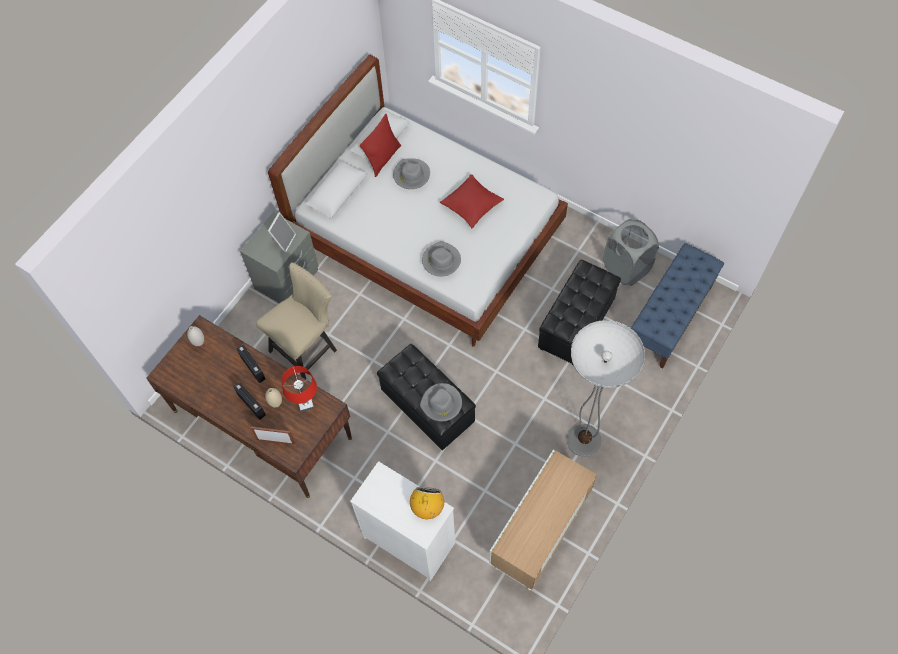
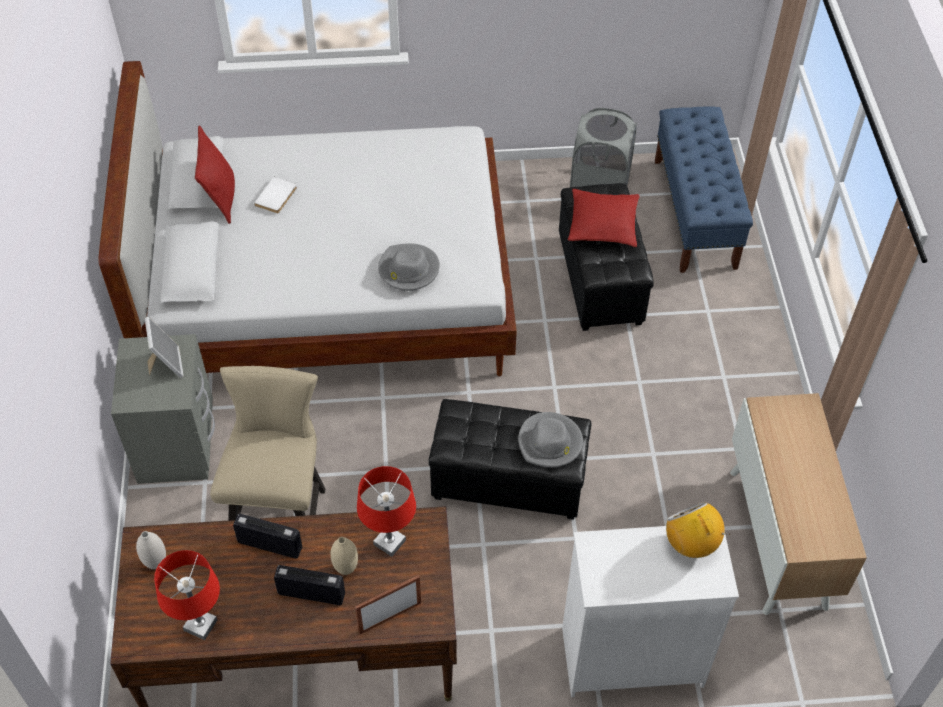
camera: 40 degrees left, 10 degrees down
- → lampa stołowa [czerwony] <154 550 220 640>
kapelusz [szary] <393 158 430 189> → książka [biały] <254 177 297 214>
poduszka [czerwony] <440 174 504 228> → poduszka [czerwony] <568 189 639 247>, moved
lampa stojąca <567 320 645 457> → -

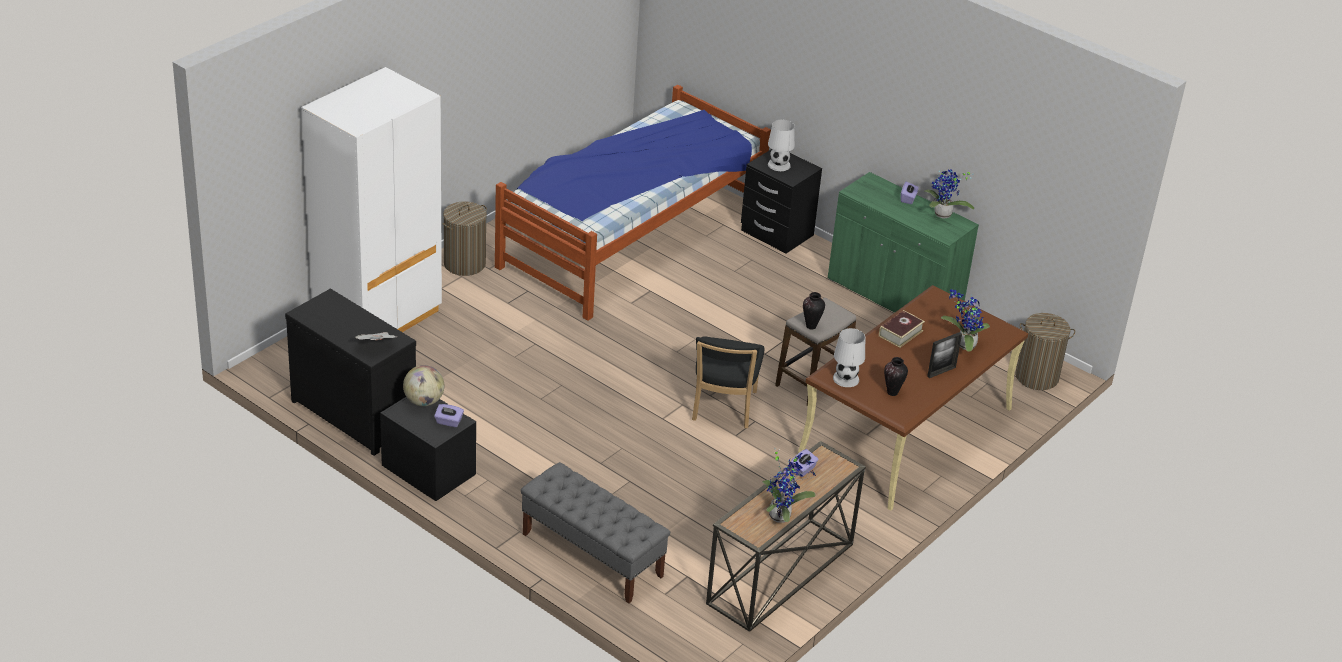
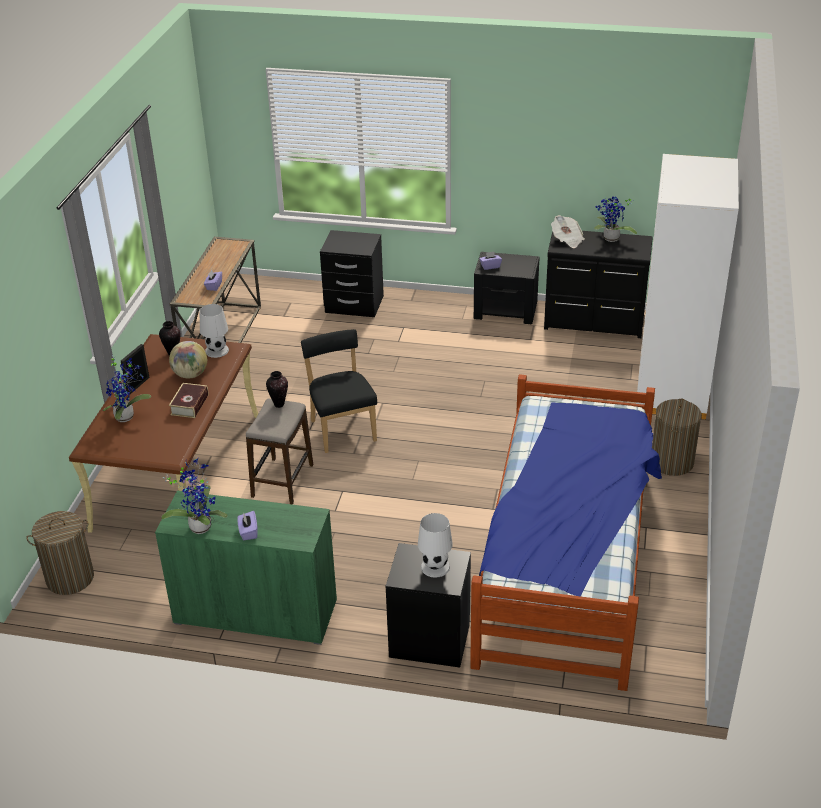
camera: 155 degrees right, 0 degrees up
globus <403 365 444 406> → globus <169 341 207 379>, moved
ławka [szary] <521 462 670 604> → szafka nocna [czarny] <320 230 384 317>
roślina doniczkowa <762 448 816 523> → roślina doniczkowa <594 196 637 242>, moved

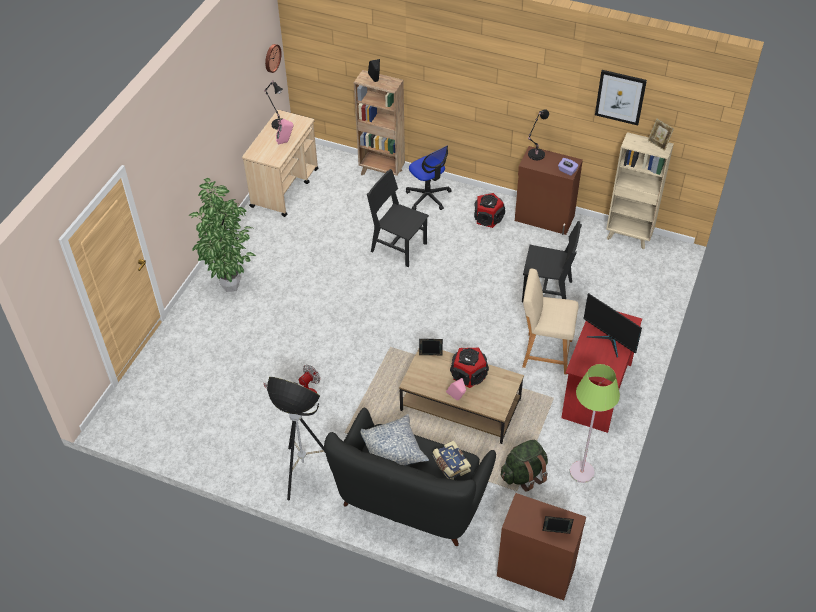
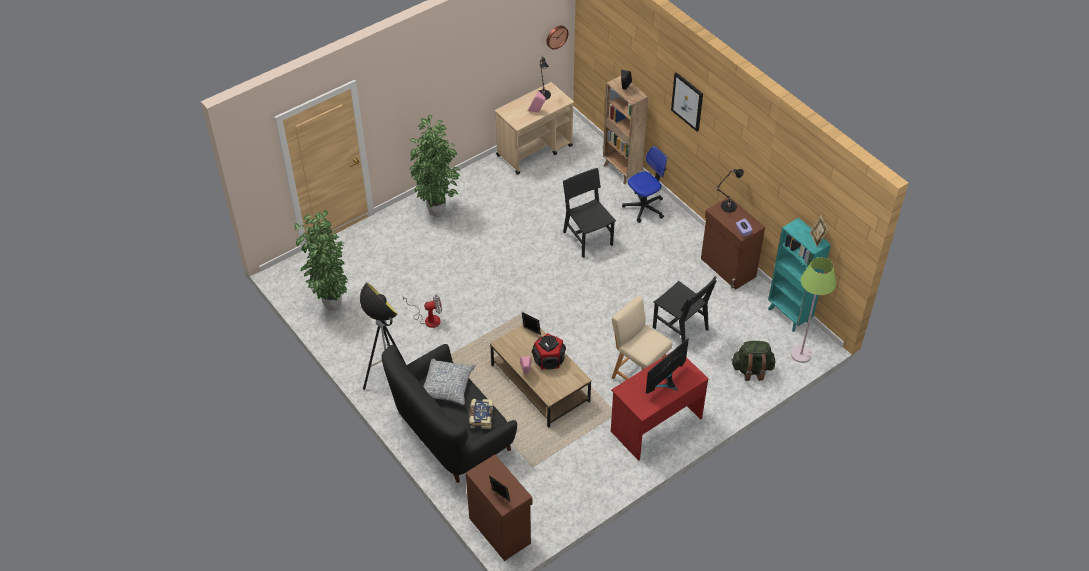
camera: 30 degrees right, 0 degrees up
- → roślina doniczkowa <294 210 348 311>
krzesło biurowe <406 145 452 210> → krzesło biurowe <622 146 667 223>, 120 degrees counterclockwise
monitor <583 293 642 357> → monitor <646 338 689 394>, 60 degrees clockwise
obraz <595 70 647 126> → obraz <671 72 703 131>, moved
plecak [zielony] <501 440 548 492> → plecak [zielony] <731 341 776 381>, moved
regał [beżowy] <606 132 674 249> → regał [turkusowy] <768 218 831 332>
lampa stojąca [zielony] <570 364 620 483> → lampa stojąca [zielony] <791 257 836 363>, moved
głośnik <474 193 505 228> → -

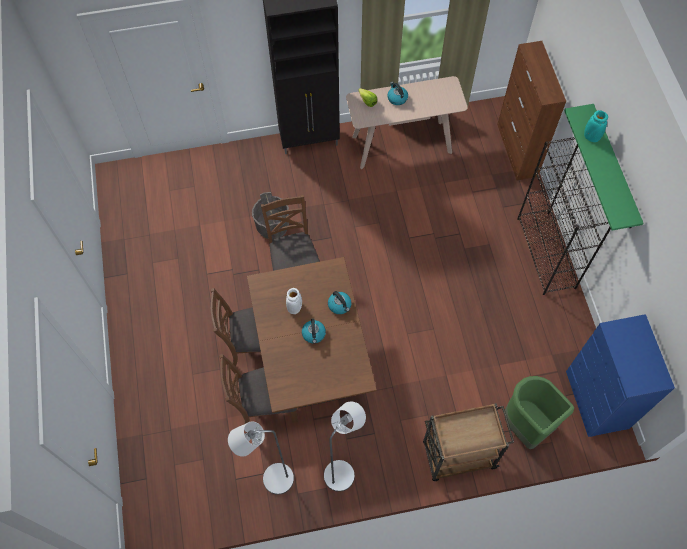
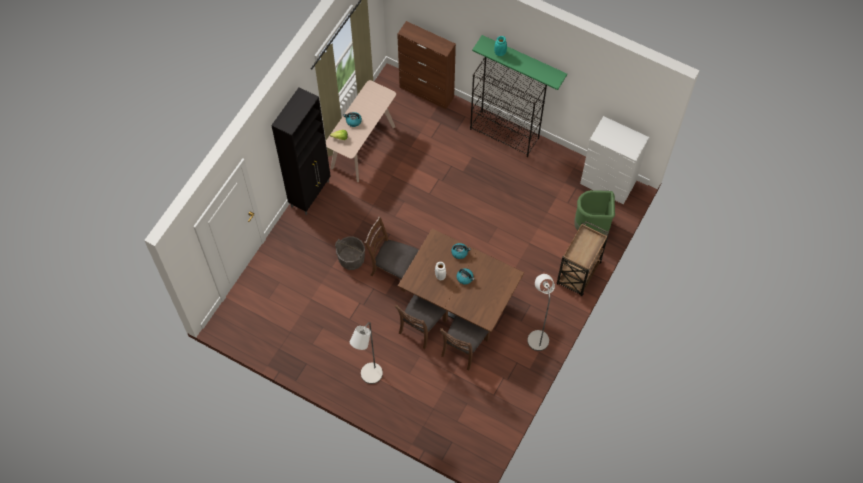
camera: 50 degrees left, 0 degrees up
lampa stojąca [szary] <228 422 294 495> → lampa stojąca [szary] <350 322 383 384>, moved
komoda [niebieski] <566 314 675 437> → komoda [biały] <580 116 649 204>

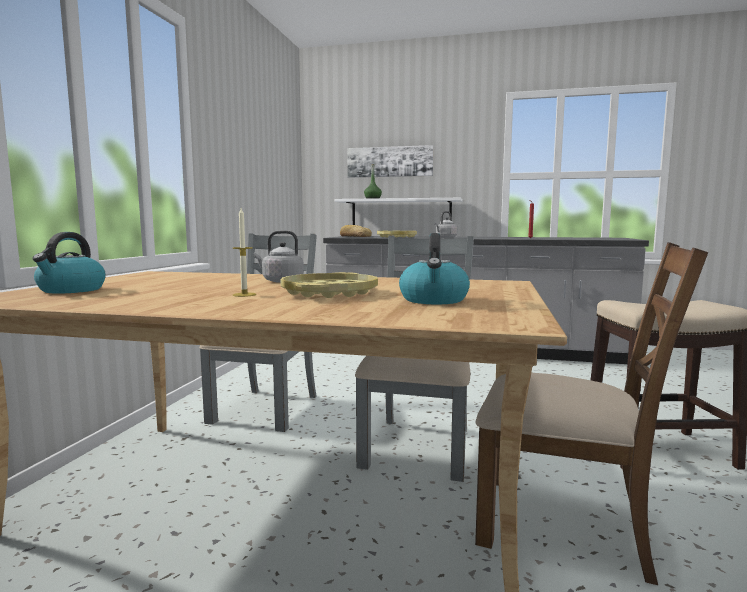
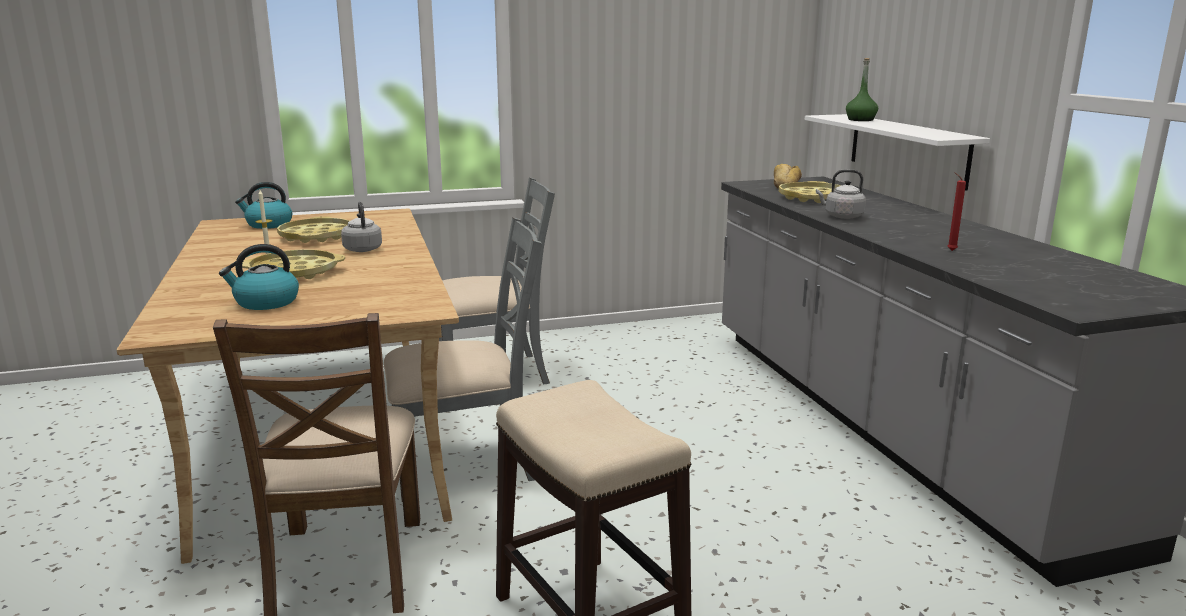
camera: 60 degrees right, 10 degrees up
- → taca [żółty] <277 216 350 243>
obraz <347 145 433 178> → -

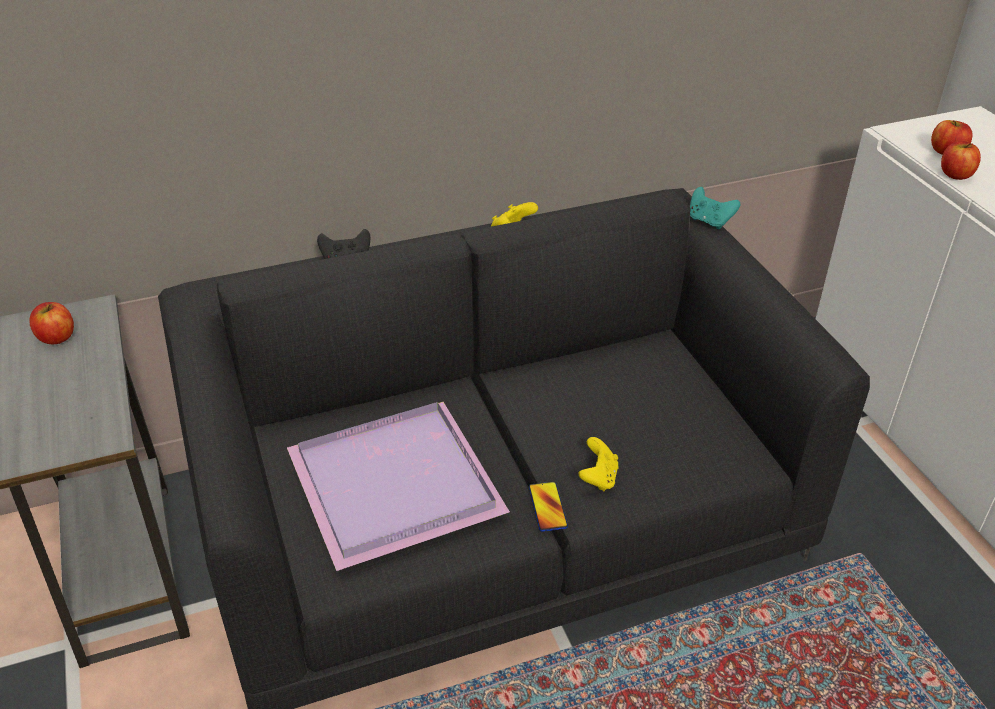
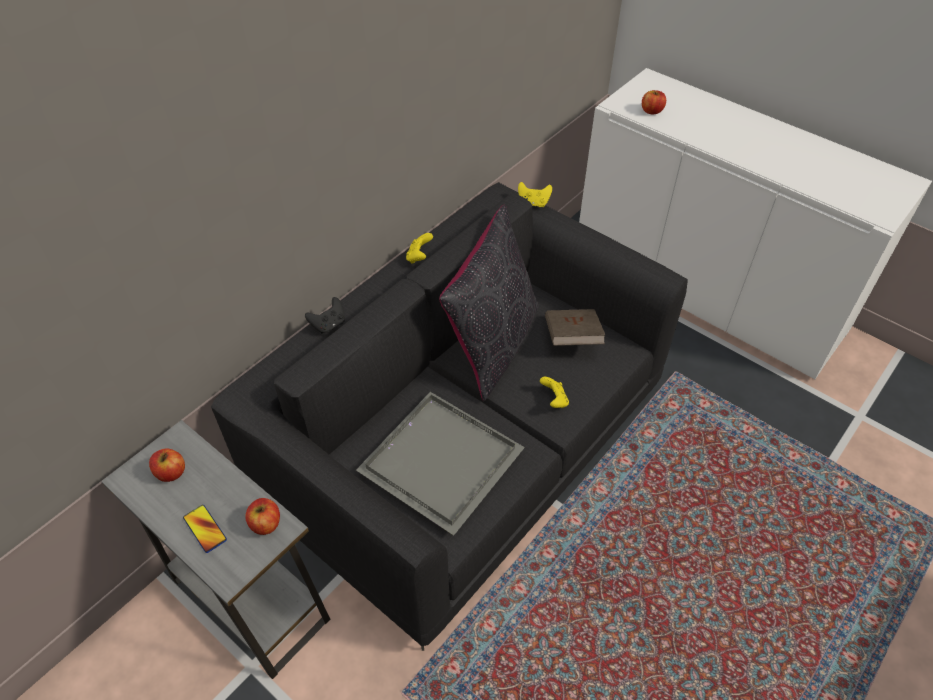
camera: 30 degrees left, 10 degrees up
telefon <529 482 568 532> → telefon <183 505 227 553>, moved
jabłko <941 141 981 180> → jabłko <245 498 280 535>, moved
taca [fioletowy] <287 402 510 571> → taca [szary] <356 392 525 535>
- → poduszka [czarny] <439 205 539 401>
pad do gier [turkusowy] <690 187 740 229> → pad do gier [żółty] <518 182 552 207>
- → książka [brązowy] <545 309 605 346>

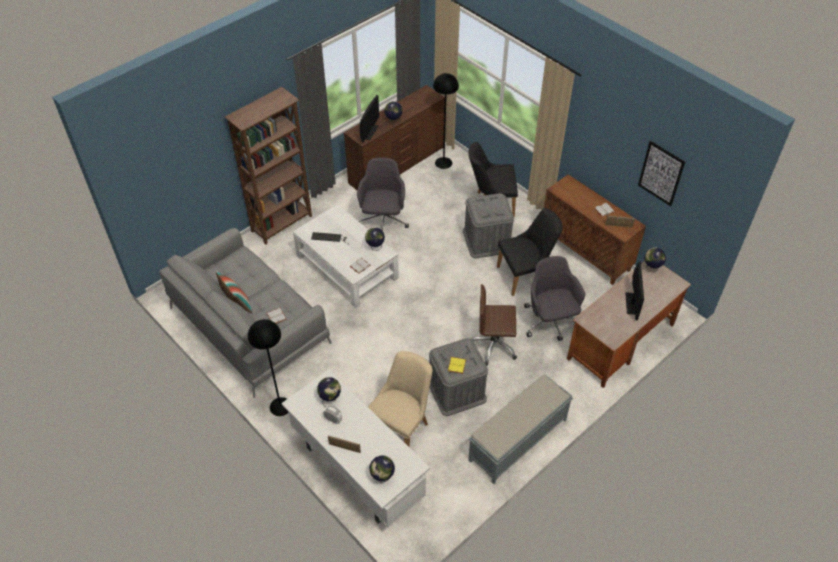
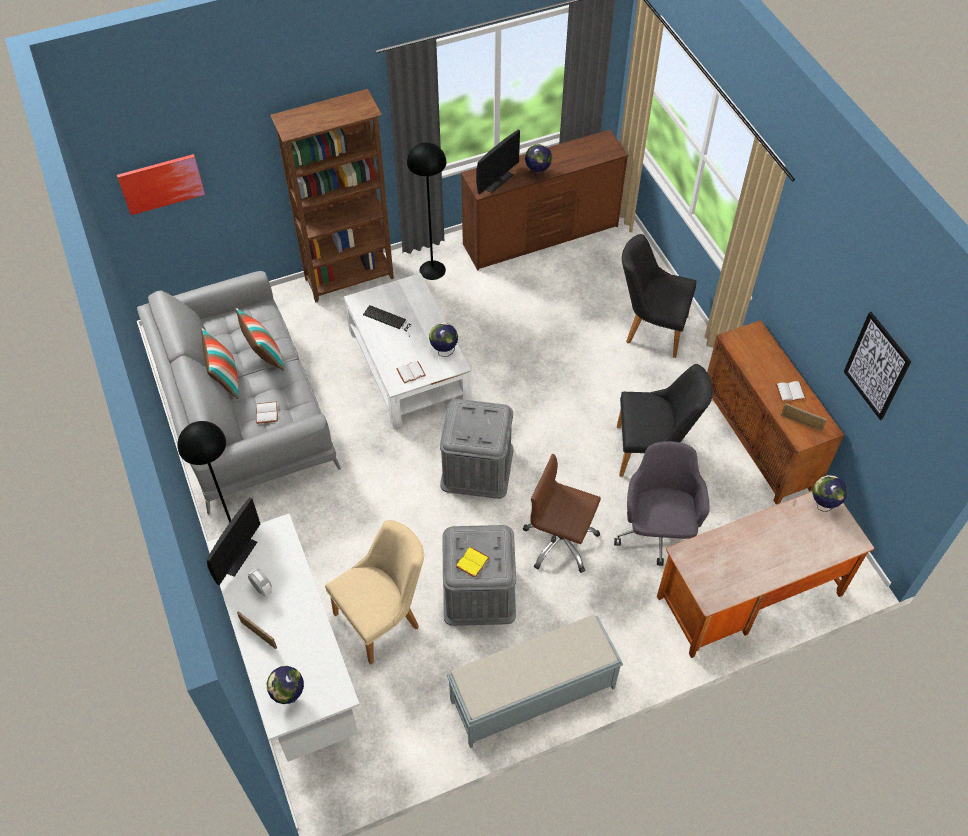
camera: 20 degrees right, 5 degrees up
- → obraz <117 154 205 215>
monitor <625 262 644 320> → monitor <207 497 260 585>, moved
- → poduszka <236 308 284 371>
lampa stojąca [czarny] <433 73 459 169> → lampa stojąca [czarny] <407 142 446 280>, moved
pojemnik do przechowywania [szary] <463 193 514 258> → pojemnik do przechowywania [szary] <440 399 513 499>, moved
globus <317 377 341 407> → -
krzesło biurowe [szary] <357 158 409 231> → -

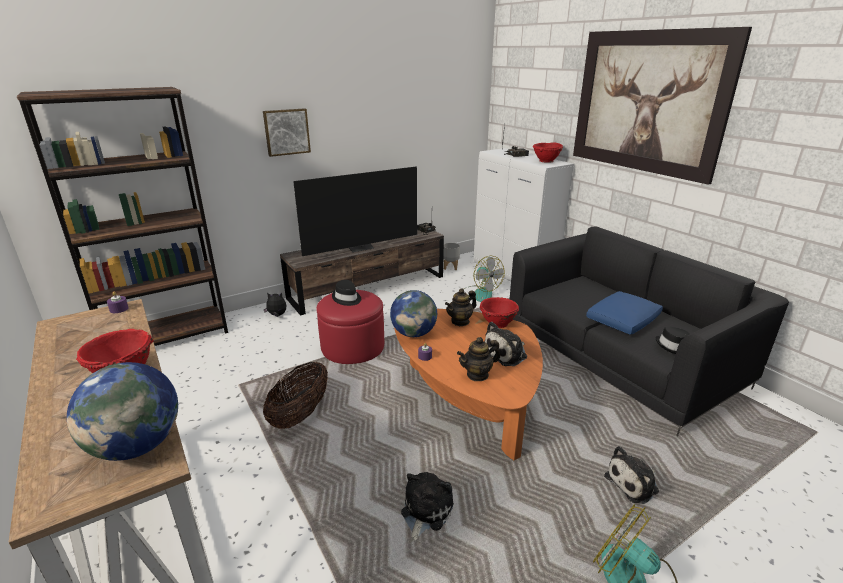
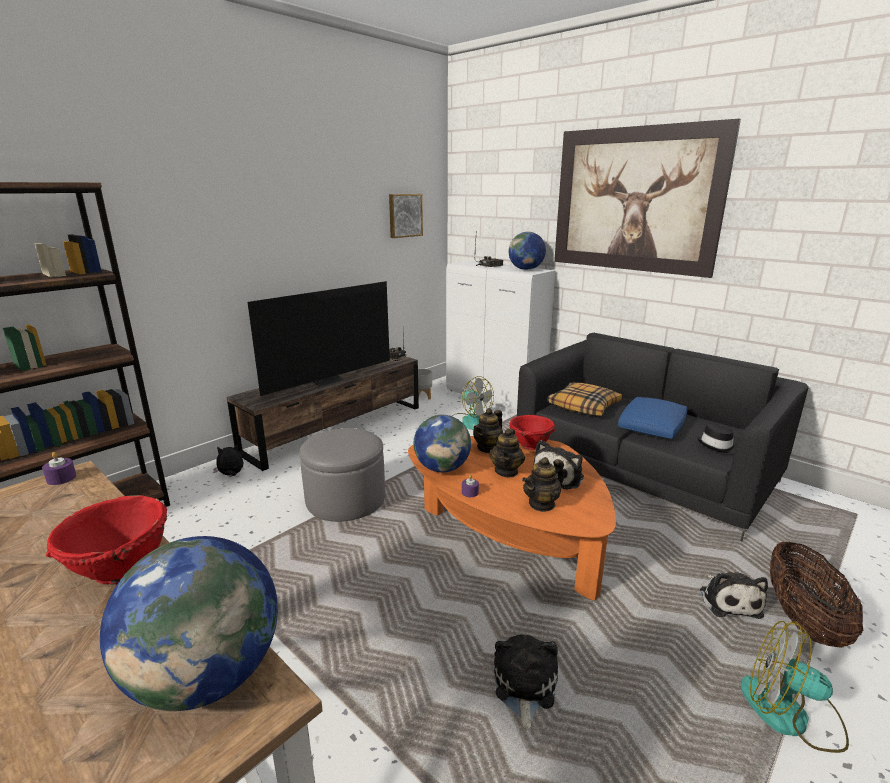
camera: 15 degrees left, 5 degrees down
pufa [czerwony] <317 290 384 364> → pufa [szary] <299 428 385 522>
obraz <263 108 311 157> → obraz <389 194 423 238>, moved
- → imbryk <489 428 525 477>
miska [czerwony] <533 143 563 163> → globus <509 232 546 270>
- → poduszka <547 382 623 416>
pluszak <604 446 659 504> → pluszak <700 572 768 619>, 45 degrees counterclockwise
koszyk <263 362 328 429> → koszyk <770 541 863 648>, moved
kapelusz [czarny] <332 280 361 306> → -

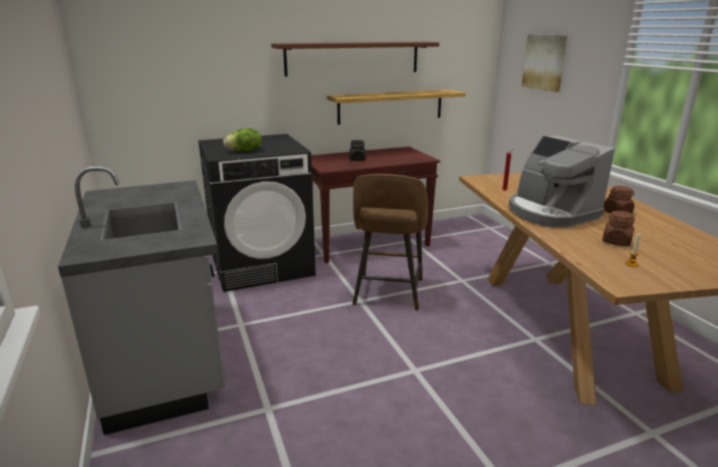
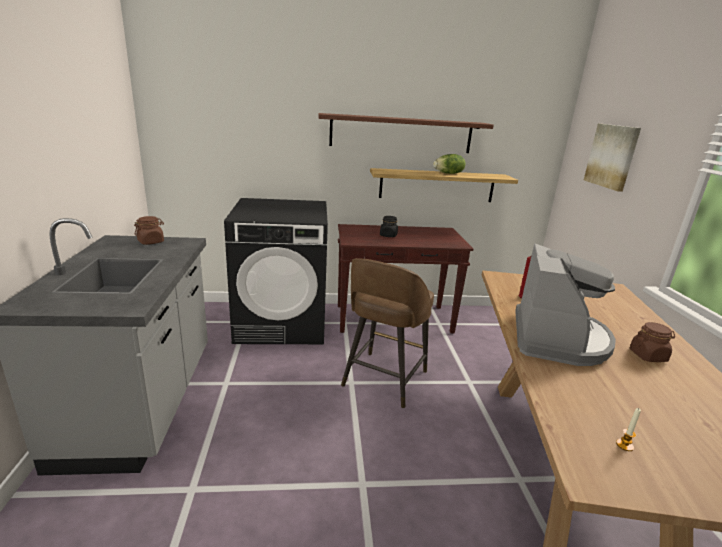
camera: 15 degrees right, 0 degrees up
słoik [brązowy] <602 211 635 246> → słoik [brązowy] <134 216 164 245>, moved
sałata <223 128 262 151> → sałata <433 154 466 174>, moved
ekspres do kawy <509 135 615 227> → ekspres do kawy <515 243 616 366>, 150 degrees counterclockwise

